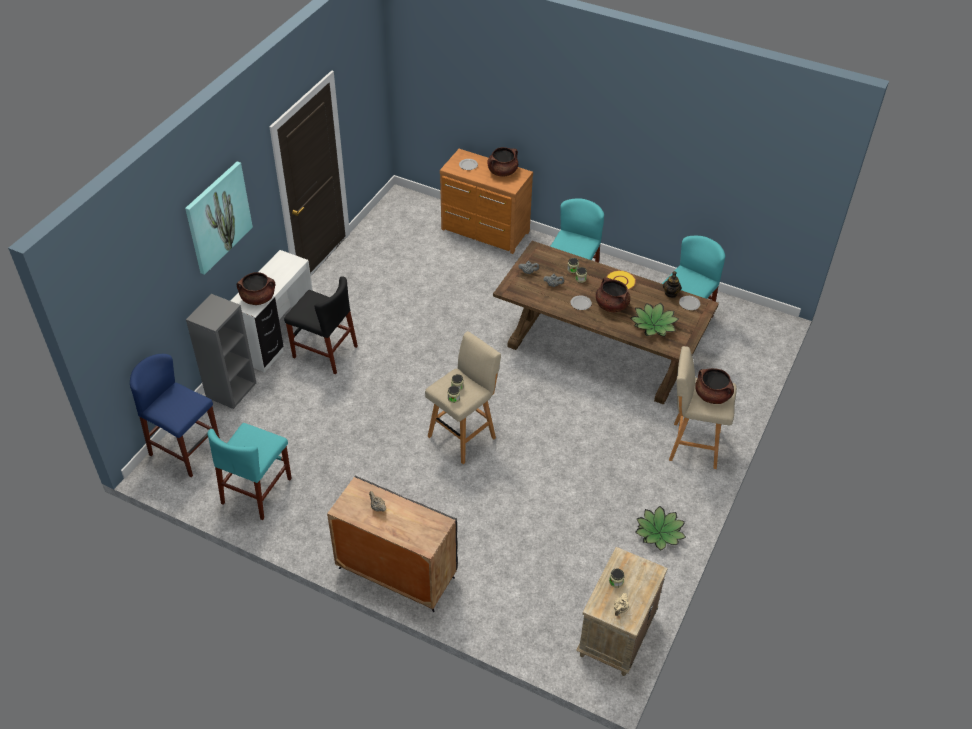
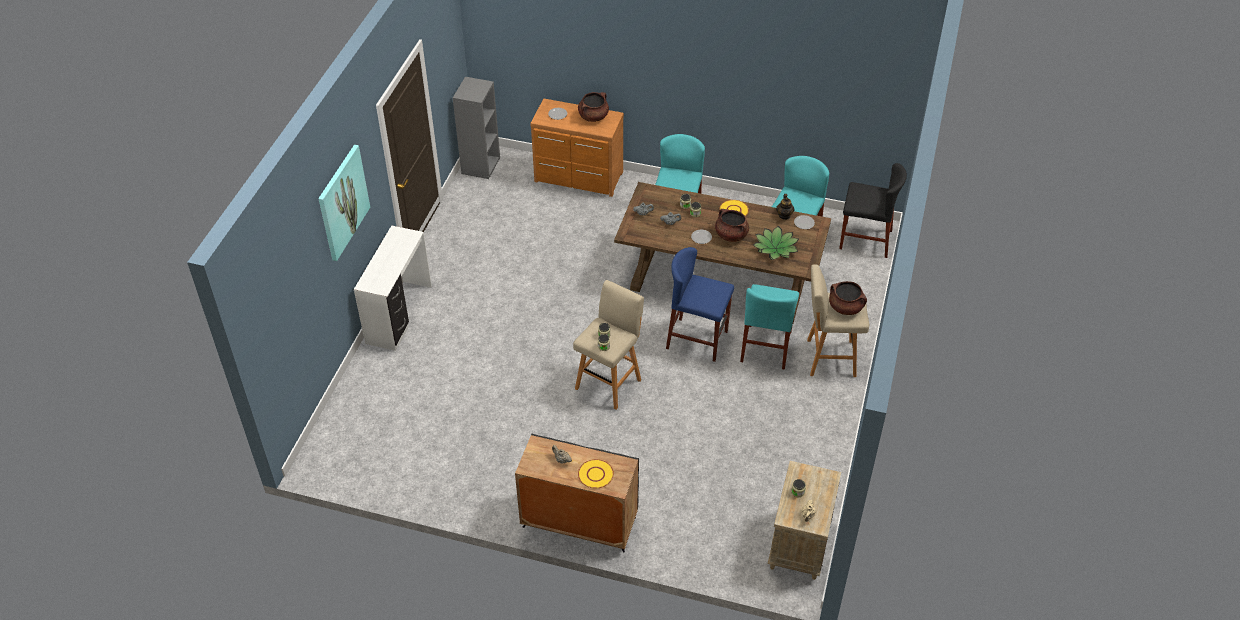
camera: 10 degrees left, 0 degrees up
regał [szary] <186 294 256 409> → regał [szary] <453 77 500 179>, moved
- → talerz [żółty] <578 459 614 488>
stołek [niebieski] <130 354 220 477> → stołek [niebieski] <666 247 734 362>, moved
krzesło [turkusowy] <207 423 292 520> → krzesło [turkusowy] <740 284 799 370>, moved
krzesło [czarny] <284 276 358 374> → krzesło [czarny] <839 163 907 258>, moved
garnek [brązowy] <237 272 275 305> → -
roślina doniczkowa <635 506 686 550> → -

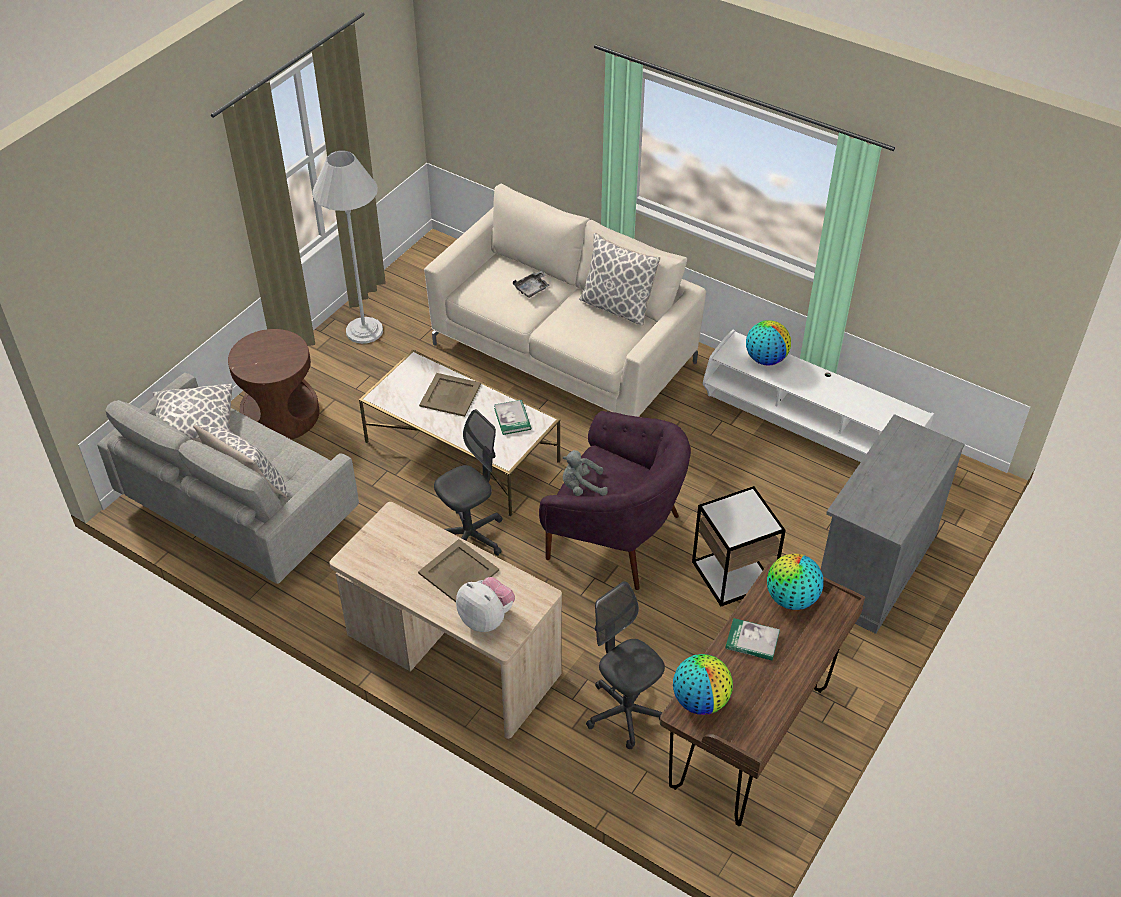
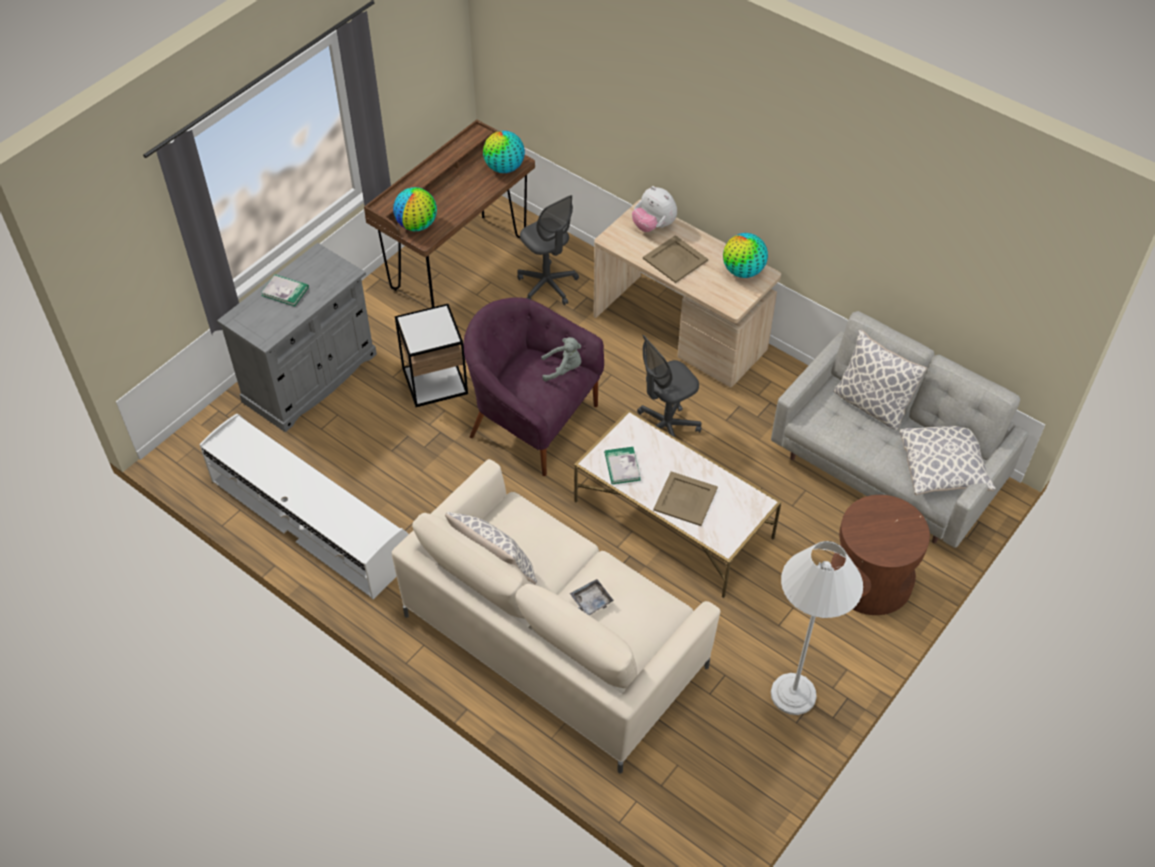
camera: 175 degrees left, 5 degrees up
książka <725 618 780 660> → książka <261 274 309 306>, moved
globus <746 320 791 366> → globus <723 233 768 278>, moved

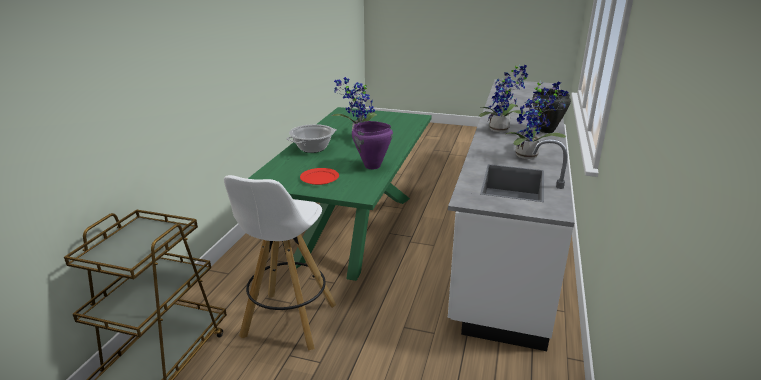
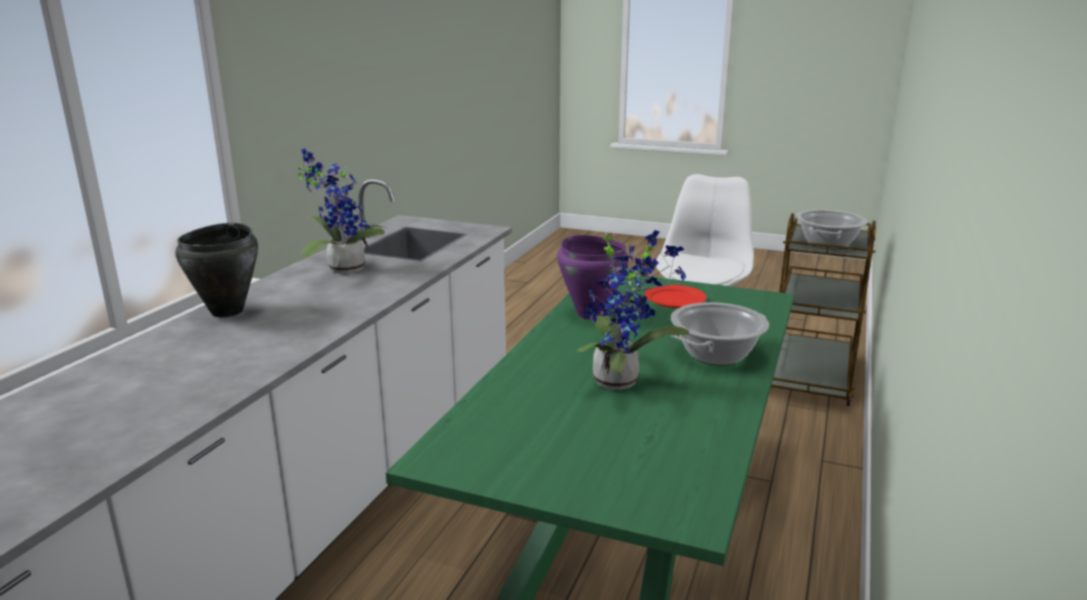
camera: 175 degrees left, 5 degrees down
- → garnek <796 210 868 249>
roślina doniczkowa <479 65 528 132> → -

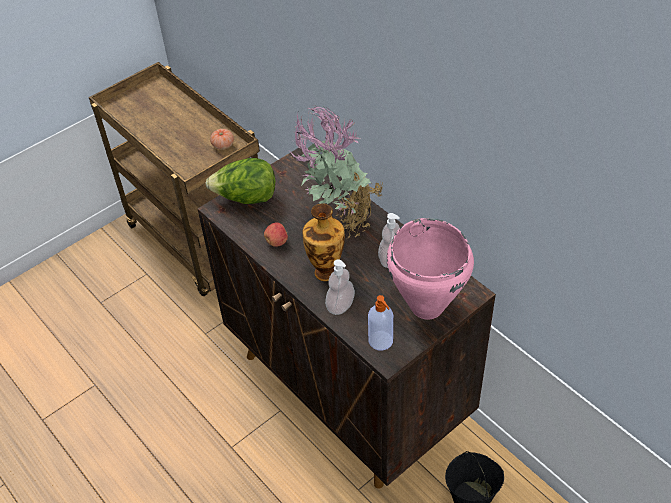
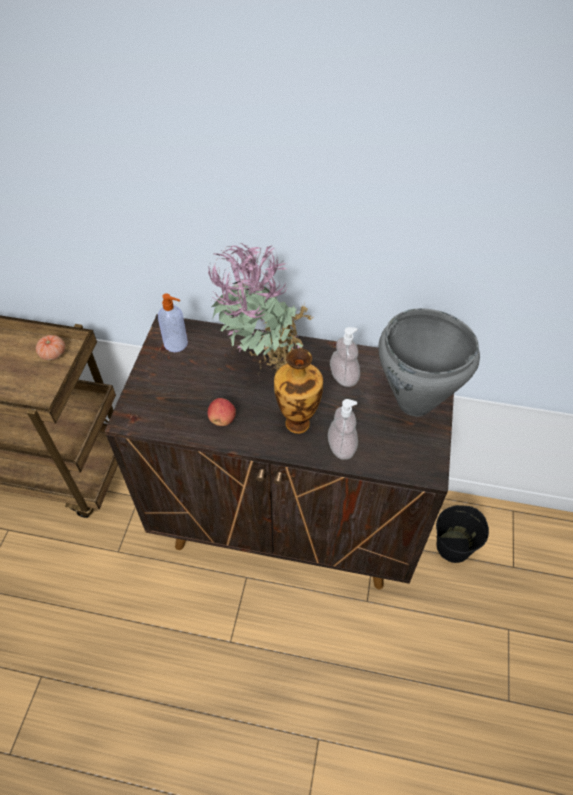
camera: 40 degrees left, 5 degrees up
dozownik mydła <368 295 393 351> → dozownik mydła <158 293 188 352>, moved
garnek [różowy] <387 218 474 320> → garnek [szary] <378 308 480 416>
sałata <205 158 275 204> → -

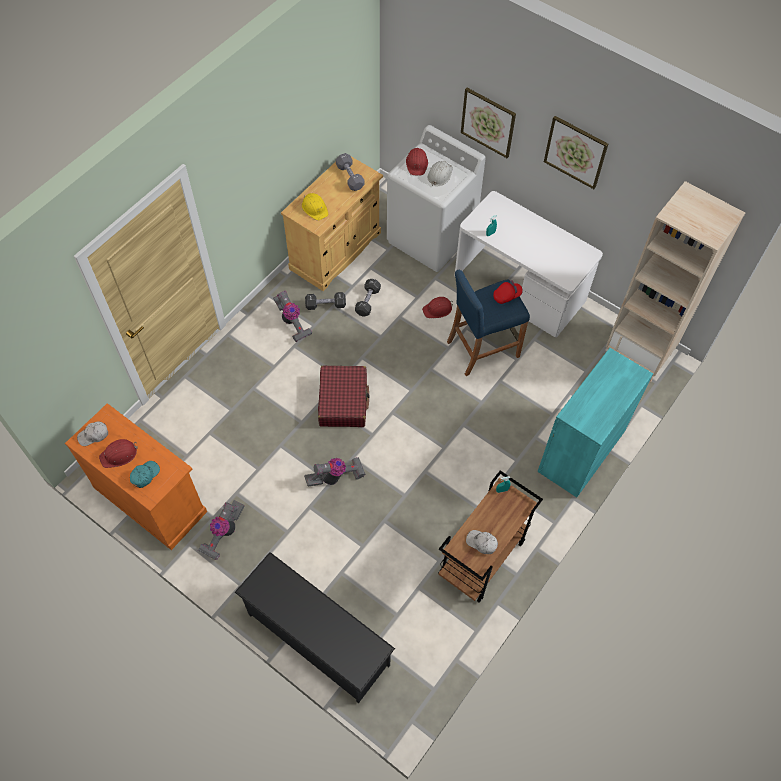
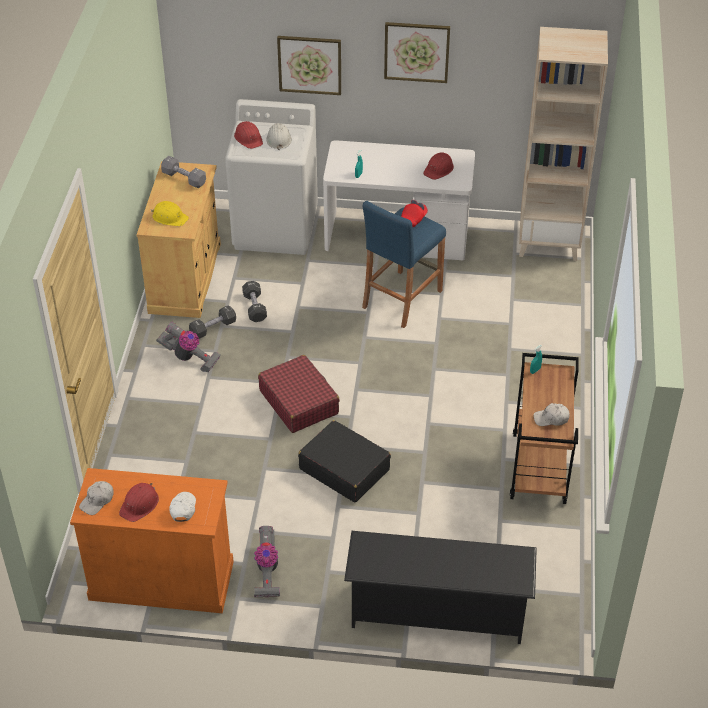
camera: 30 degrees left, 15 degrees down
czapka z daszkiem [turkusowy] <130 461 160 488> → czapka z daszkiem [biały] <169 492 196 522>
odkurzacz <304 457 365 487> → walizka [czarny] <298 420 391 502>
kask [czerwony] <422 297 453 318> → kask [czerwony] <423 153 454 180>, moved
szafka [turkusowy] <538 348 653 497> → -

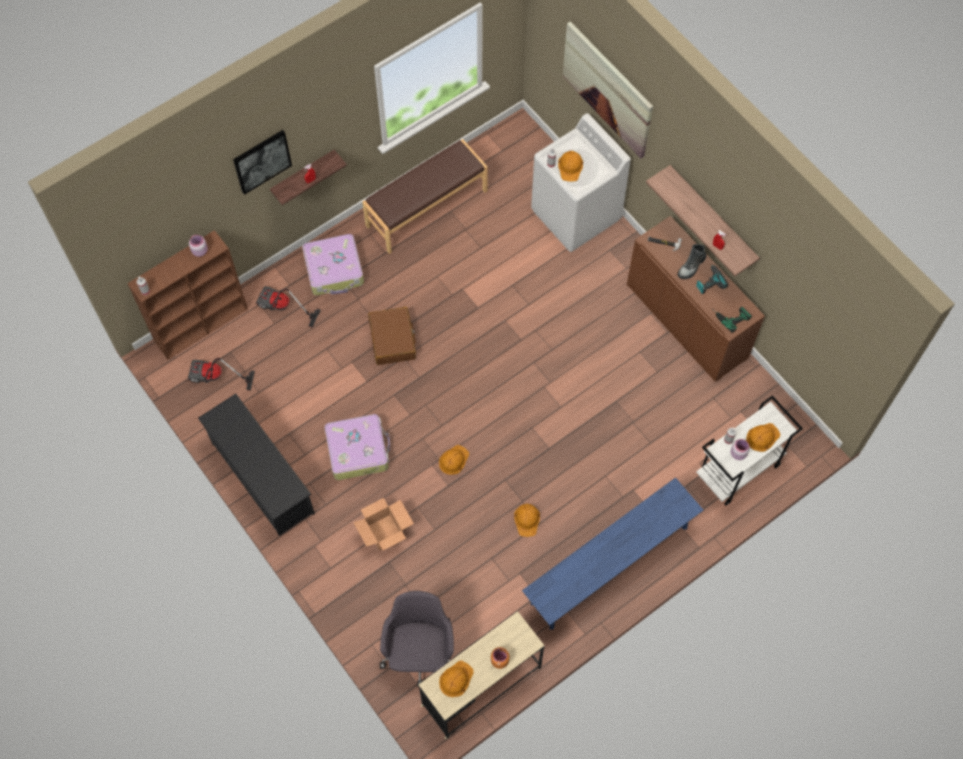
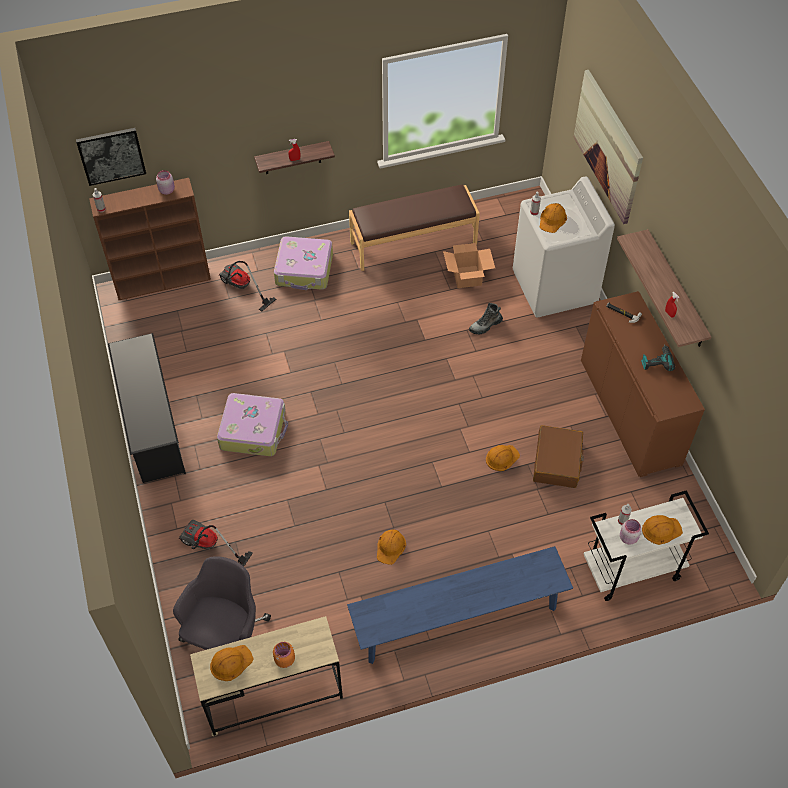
camera: 20 degrees right, 10 degrees down
obraz <233 130 292 195> → obraz <76 128 146 186>, moved
odkurzacz <188 358 255 391> → odkurzacz <179 520 253 567>, moved
karton <353 498 414 551> → karton <443 243 495 288>, moved
but z cholewką <678 244 706 279> → but z cholewką <469 303 503 335>, moved
kask [pomarańczowy] <439 445 469 475> → kask [pomarańczowy] <486 445 520 471>, moved
walizka [brązowy] <368 307 416 365> → walizka [brązowy] <533 425 584 488>, moved
wiertarka <716 307 752 333> → -

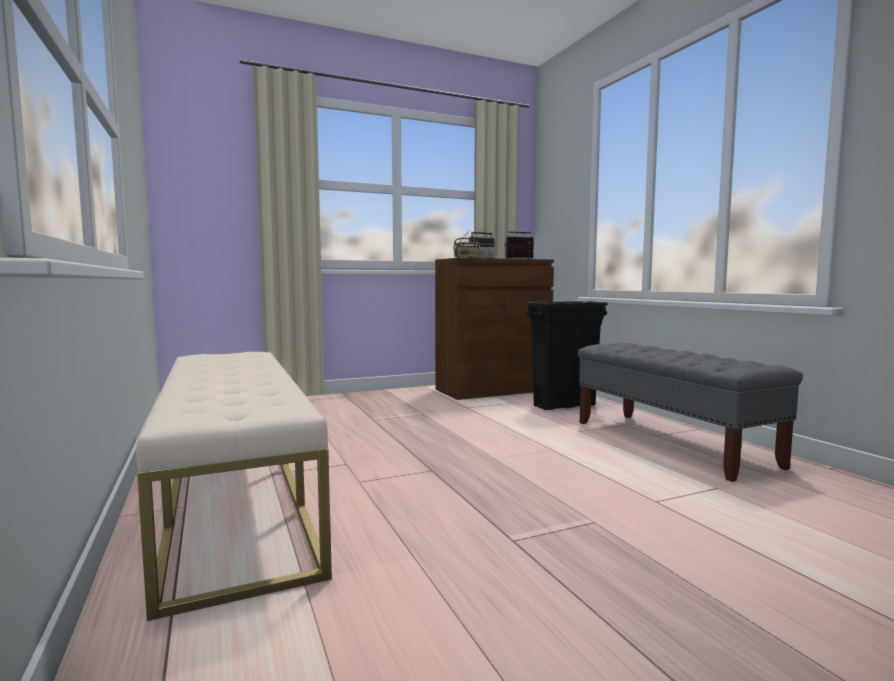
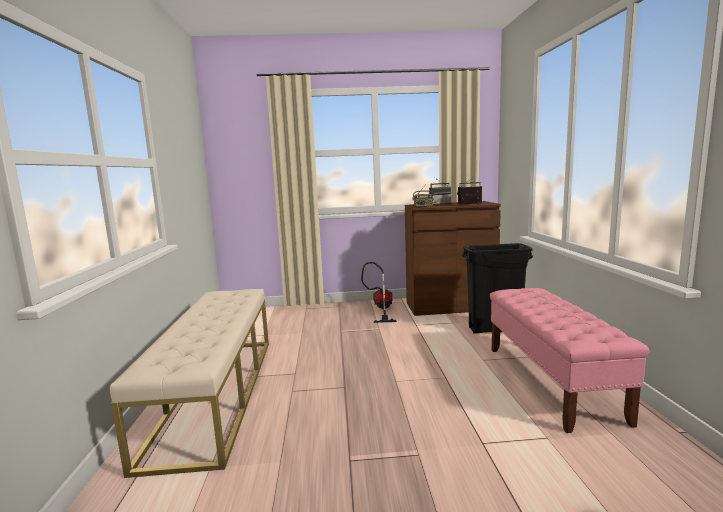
camera: 20 degrees right, 5 degrees up
- → odkurzacz <361 262 397 323>
ławka [szary] <578 343 803 482> → ławka [różowy] <490 288 650 433>

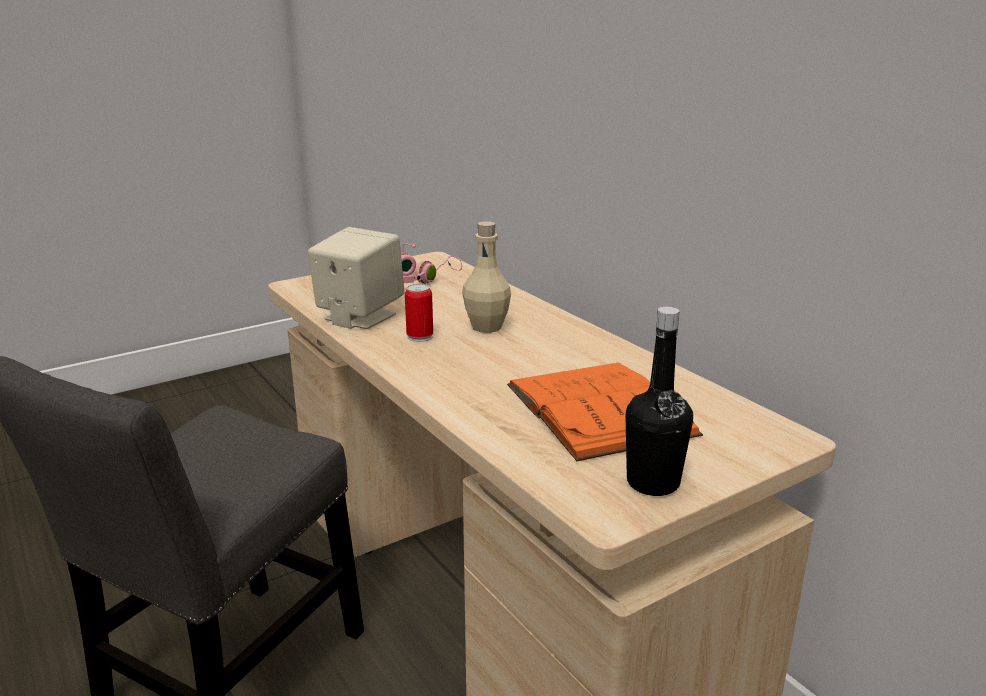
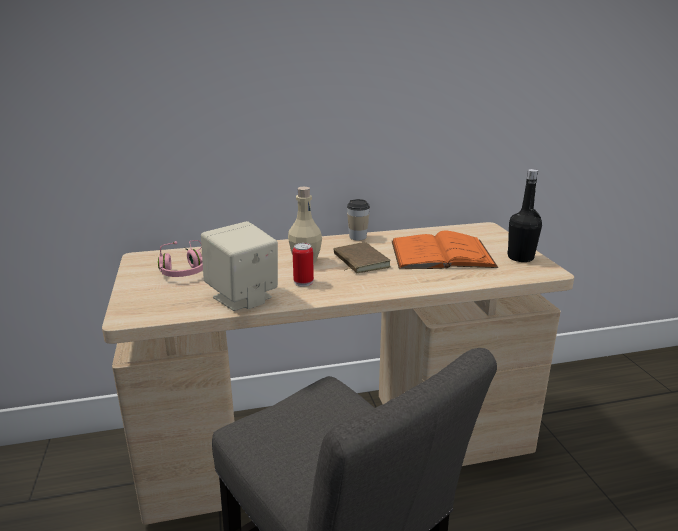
camera: 70 degrees left, 0 degrees up
- → książka [brązowy] <333 242 391 273>
- → filiżanka <347 199 370 240>

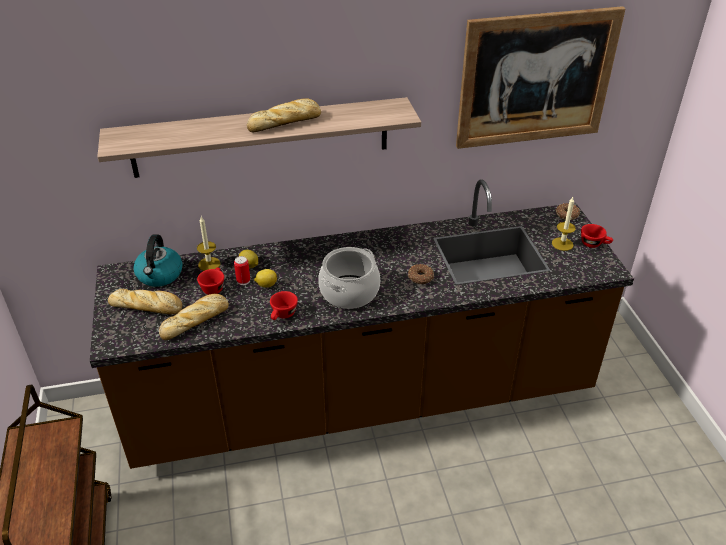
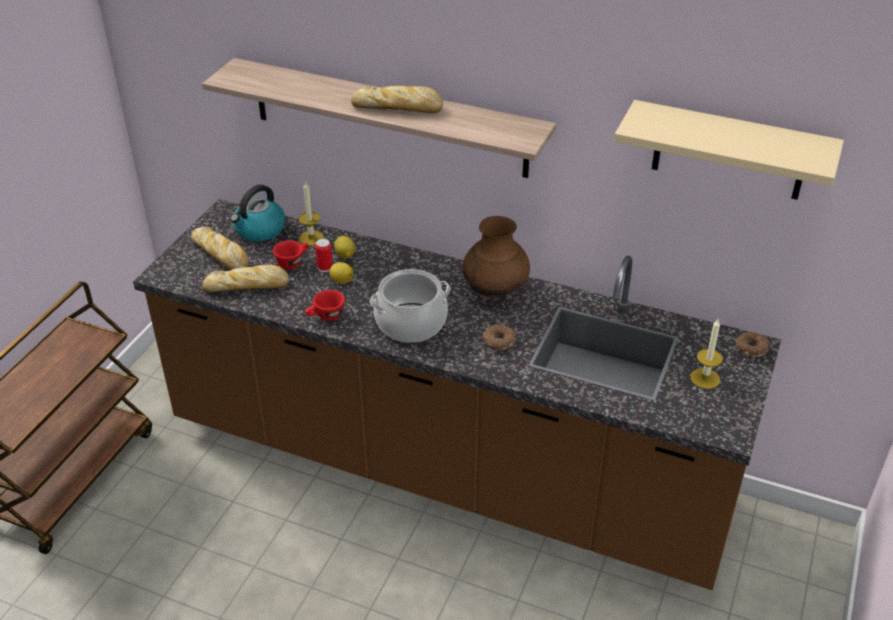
camera: 35 degrees right, 0 degrees up
- → wazon [brązowy] <463 216 530 298>
obraz <456 6 626 149> → półka [beżowy] <614 100 844 200>
filiżanka [czerwony] <581 224 613 248> → -

